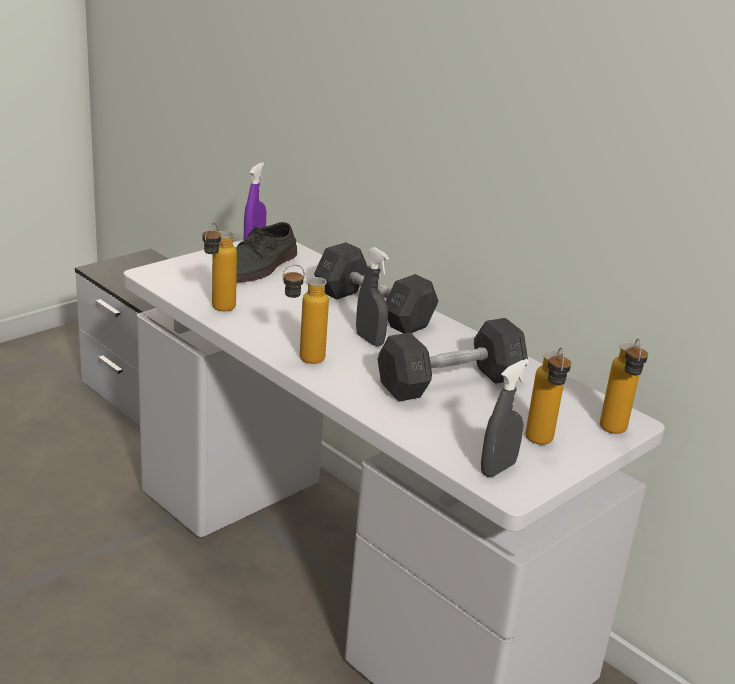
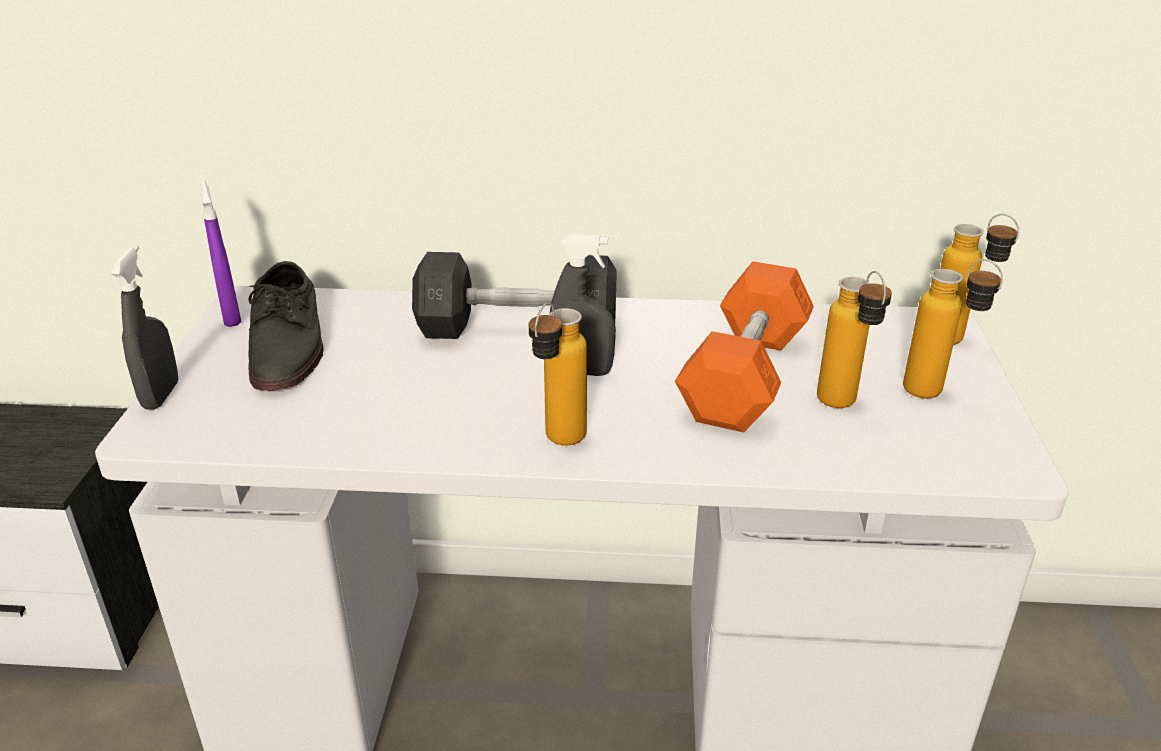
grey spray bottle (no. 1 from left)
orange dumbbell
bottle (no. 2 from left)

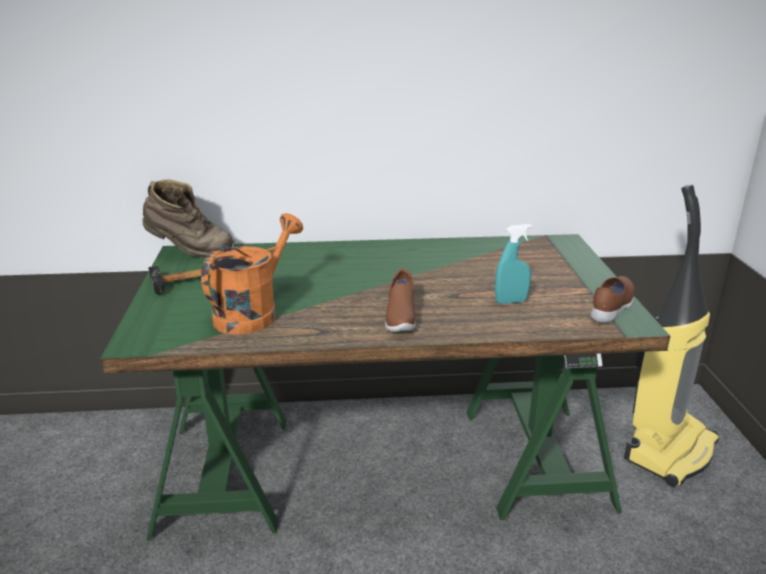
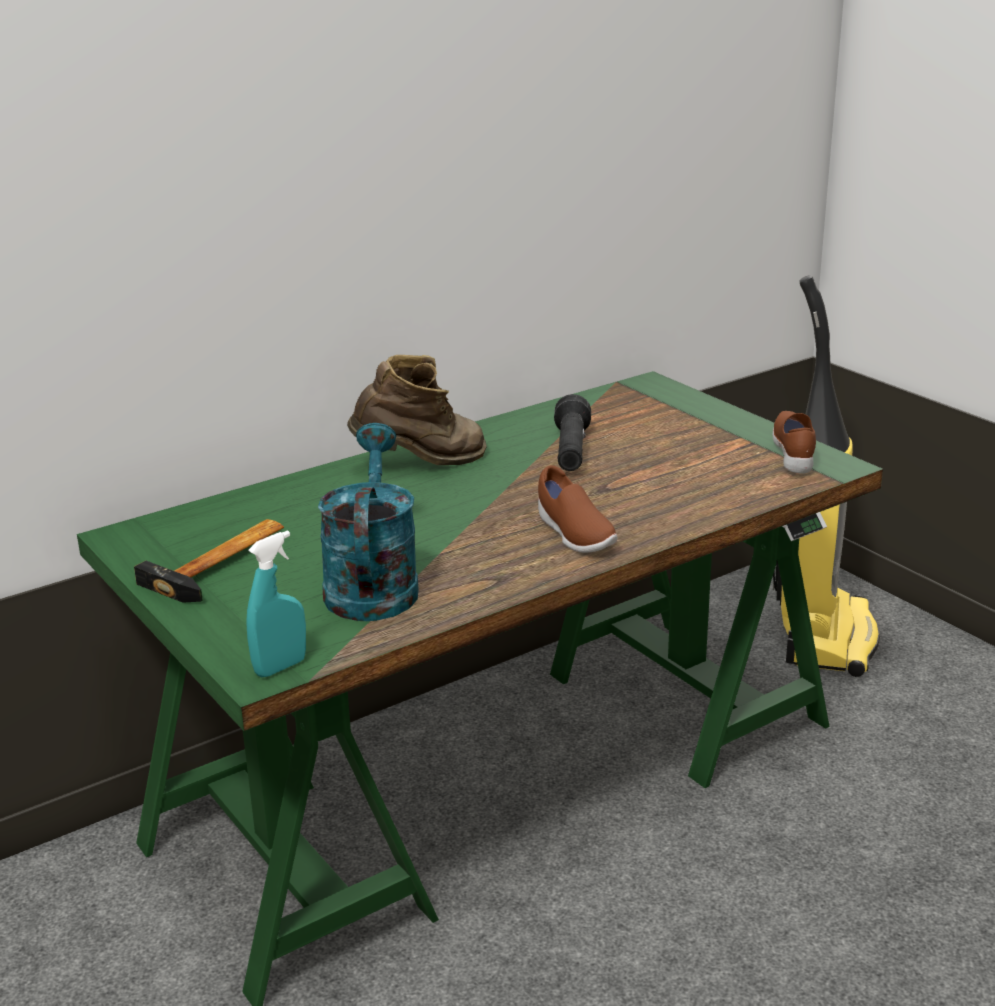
turquoise spray bottle
turquoise watering can
brown boot
black flashlight

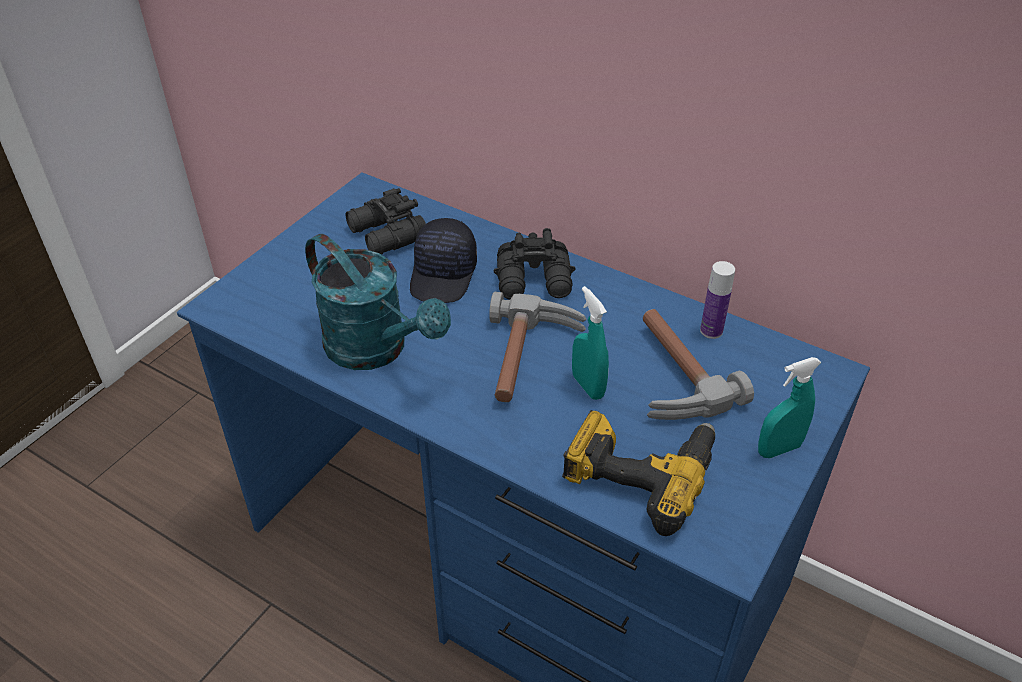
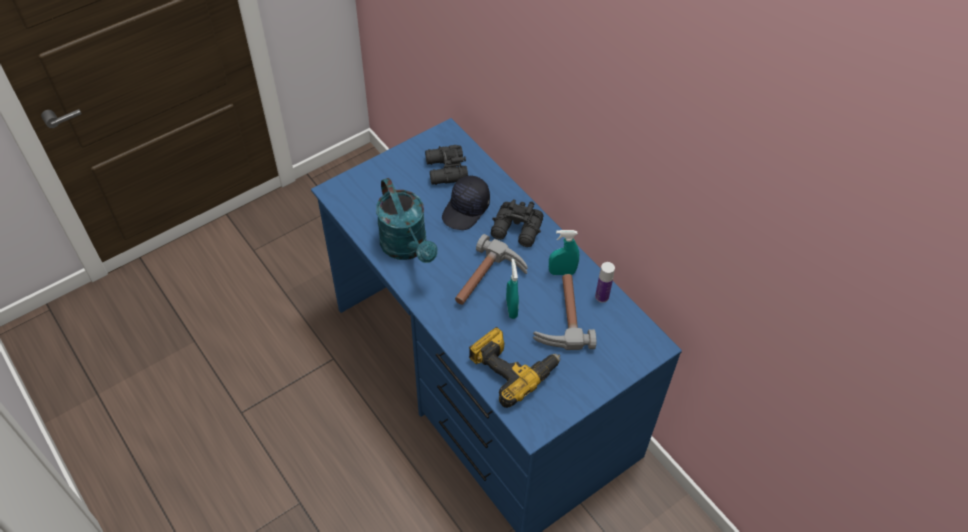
turquoise spray bottle (no. 2 from left)

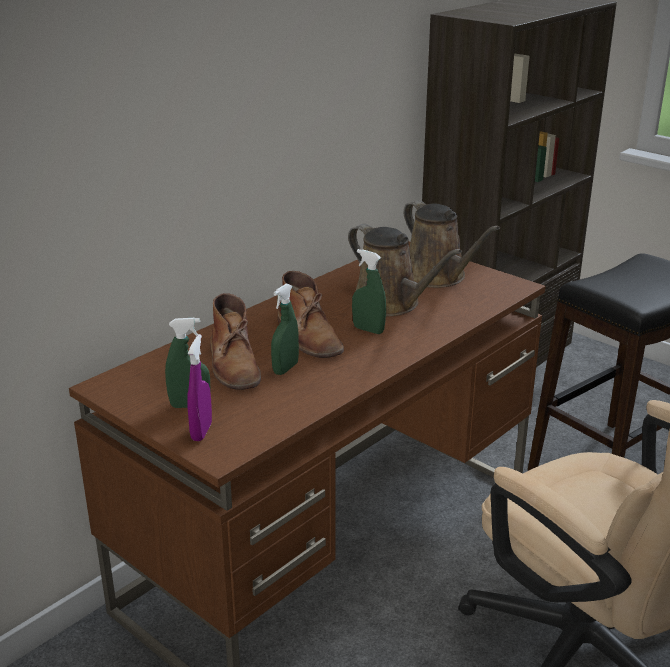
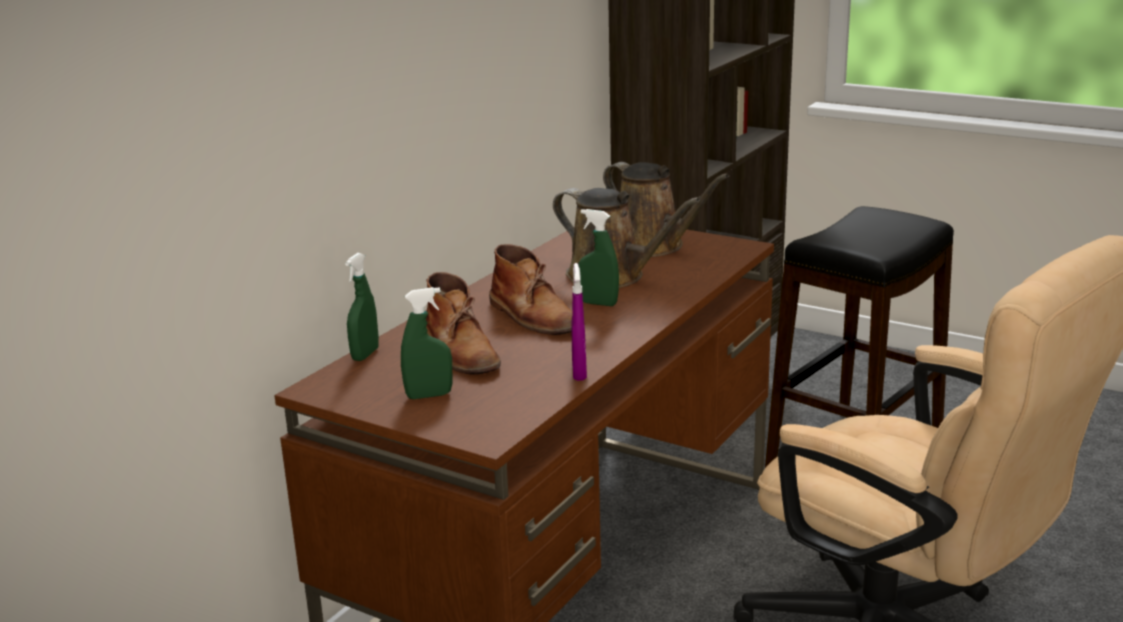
green spray bottle (no. 1 from left)
purple spray bottle

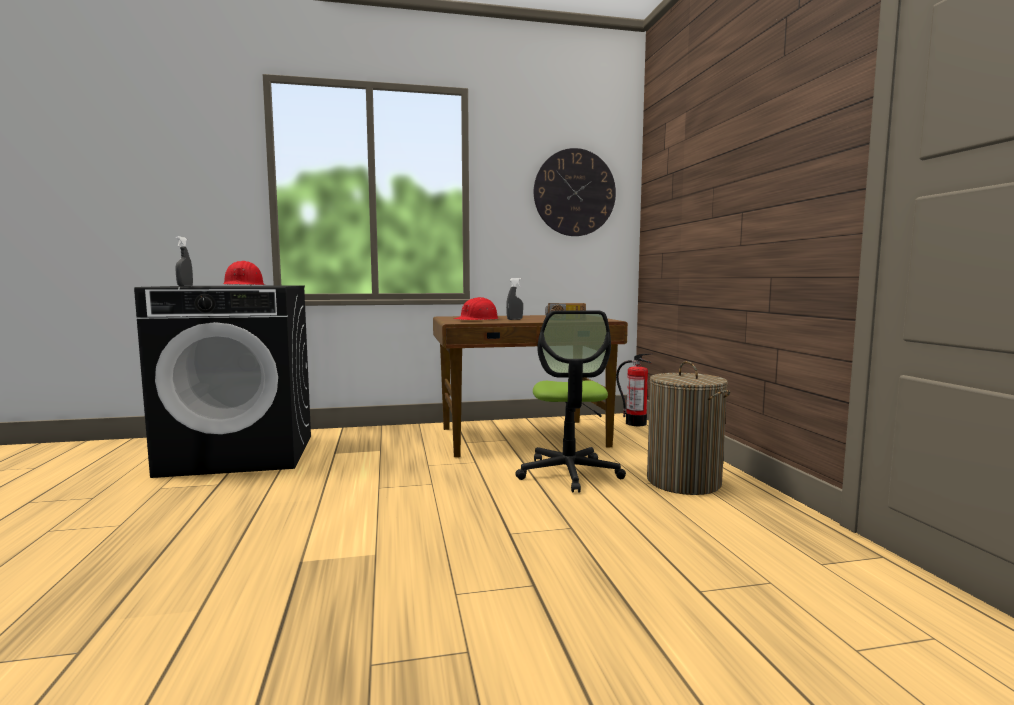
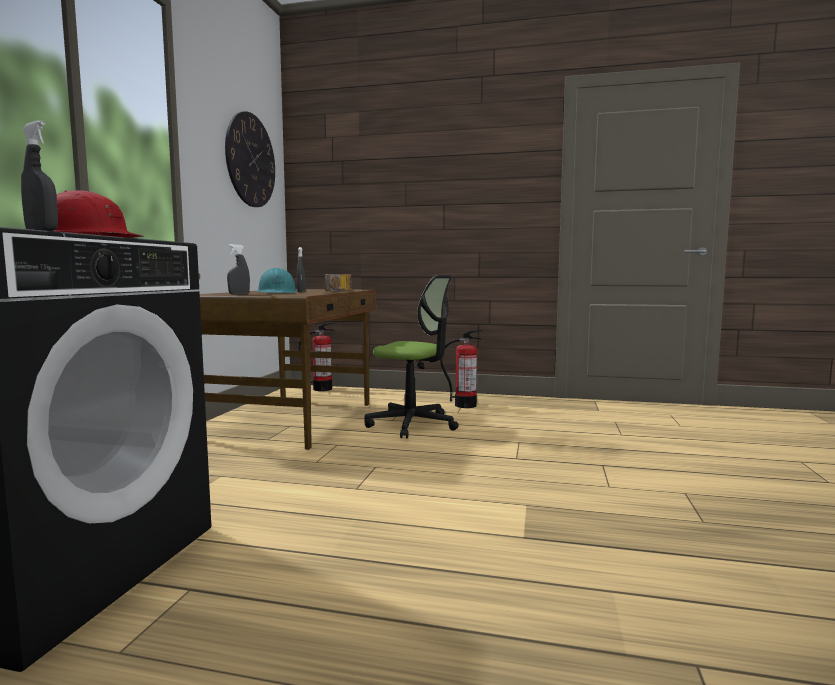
grey spray bottle (no. 2 from left)
turquoise hard hat
fire extinguisher (no. 2 from left)

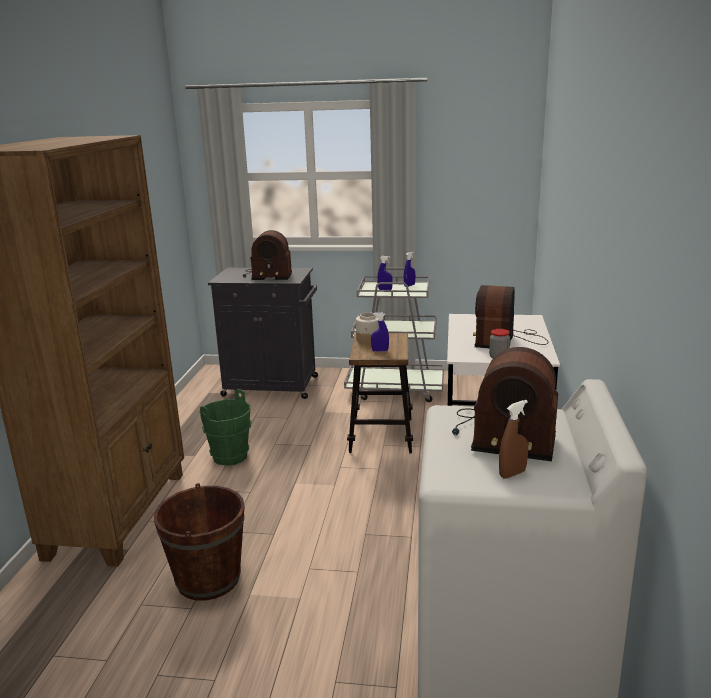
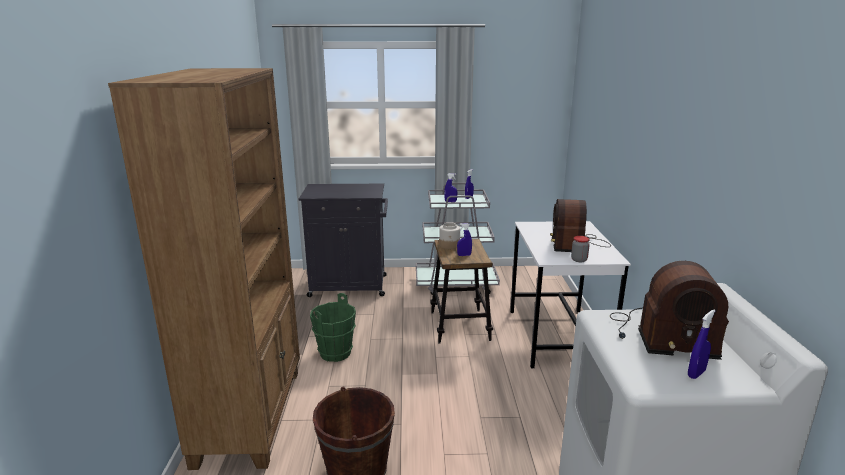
blue spray bottle (no. 4 from left)
radio (no. 1 from left in the first image)

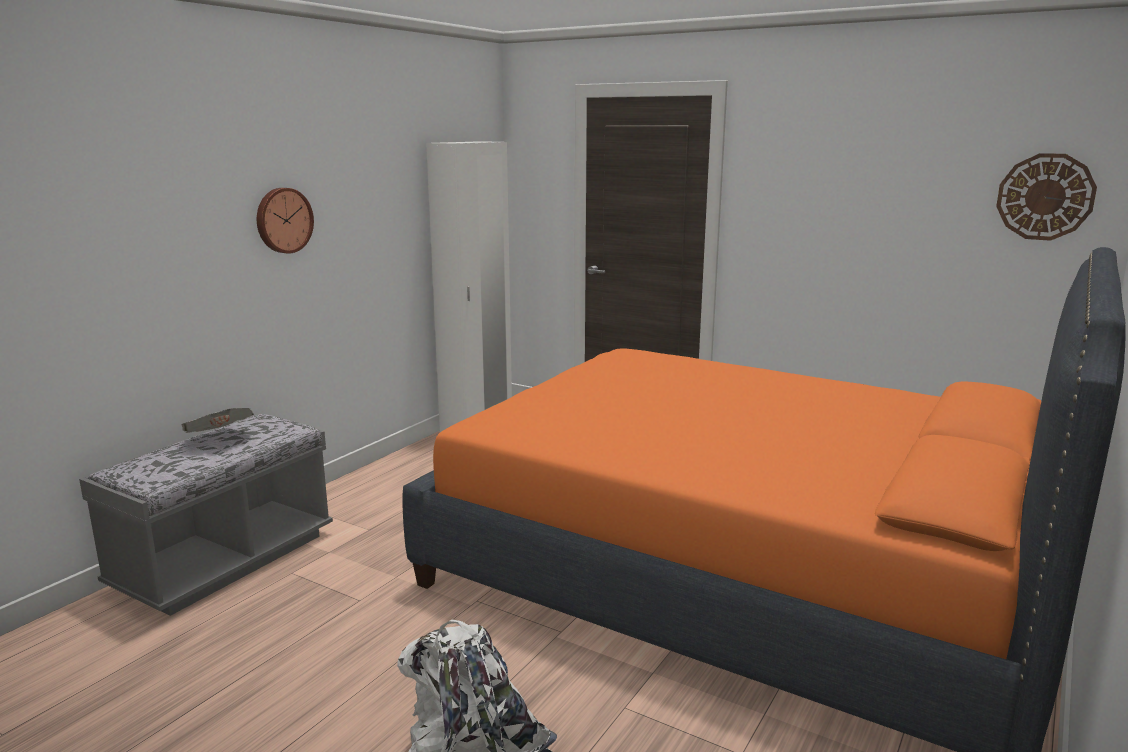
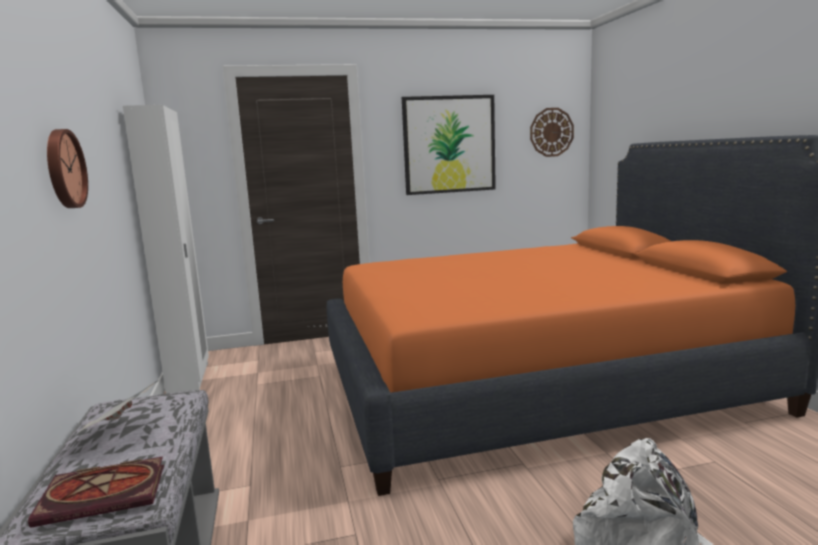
book
picture

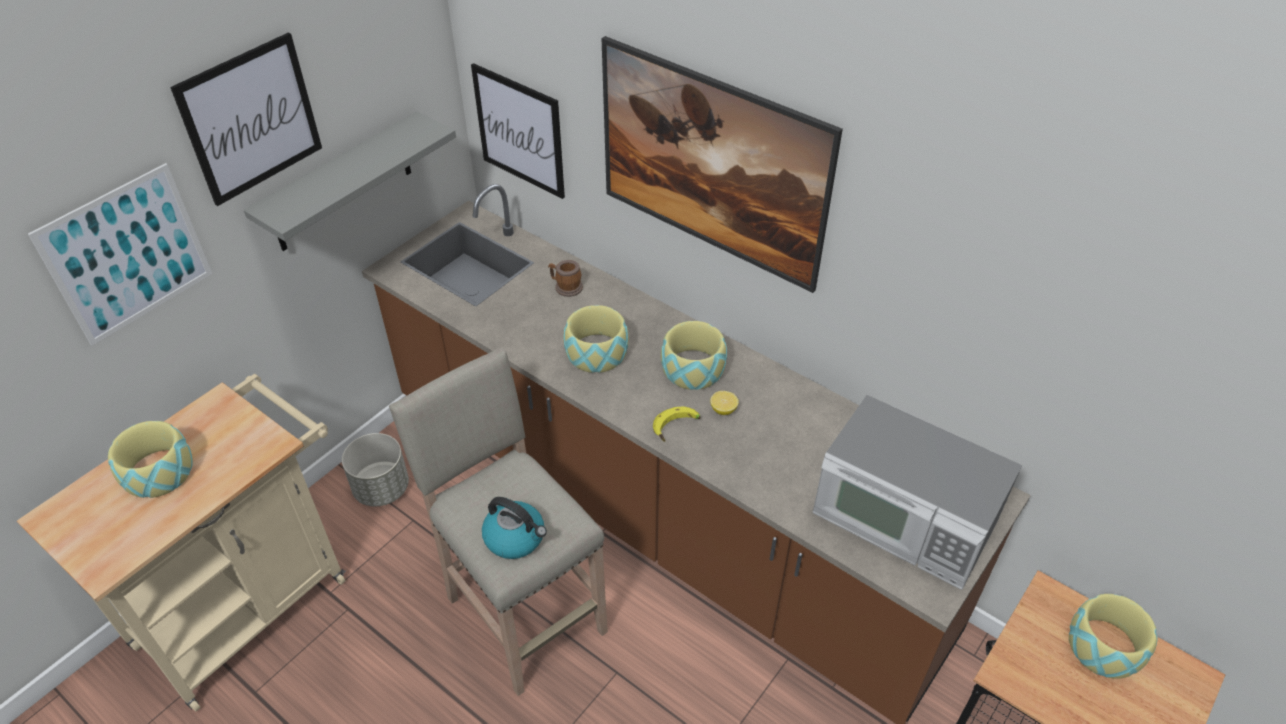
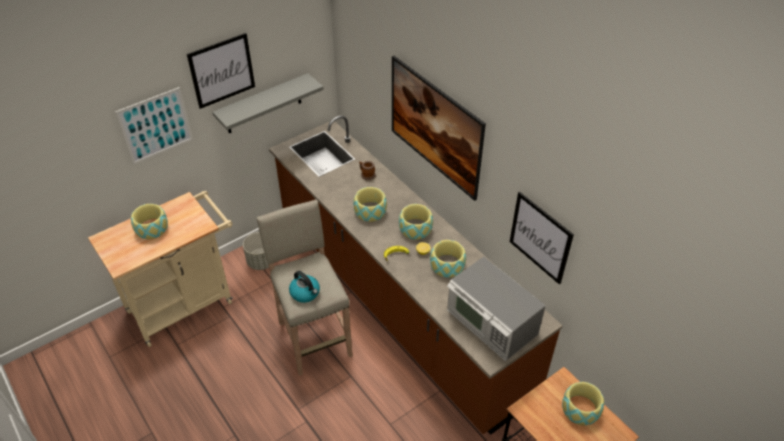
bowl (no. 4 from left)
picture (no. 4 from left)

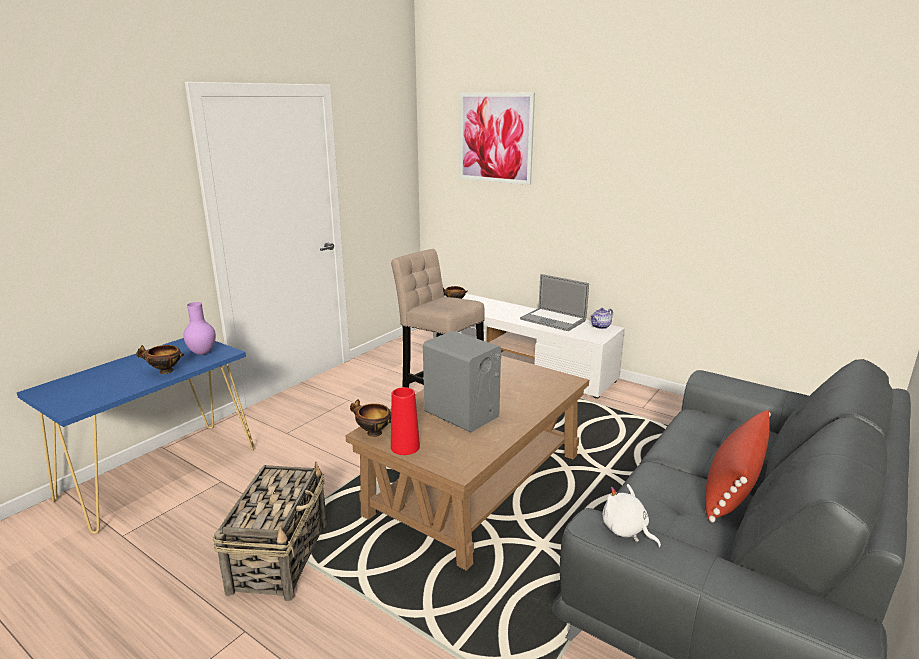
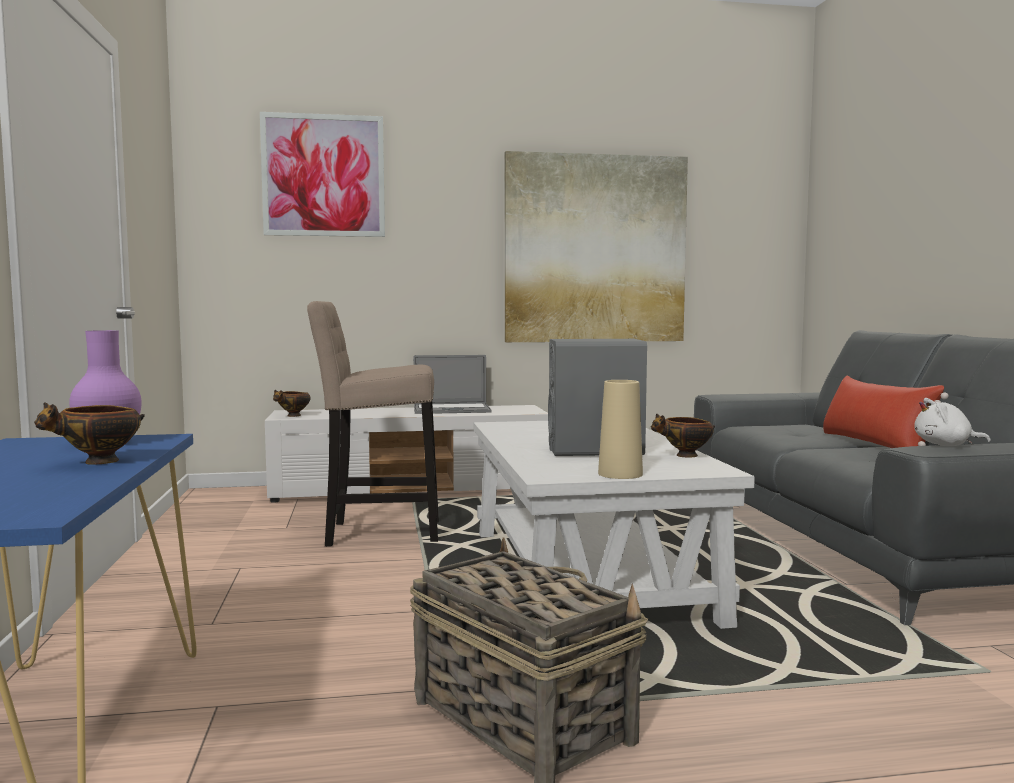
white coffee table
picture (no. 2 from left)
beige vase
bowl (no. 3 from left)
teapot

